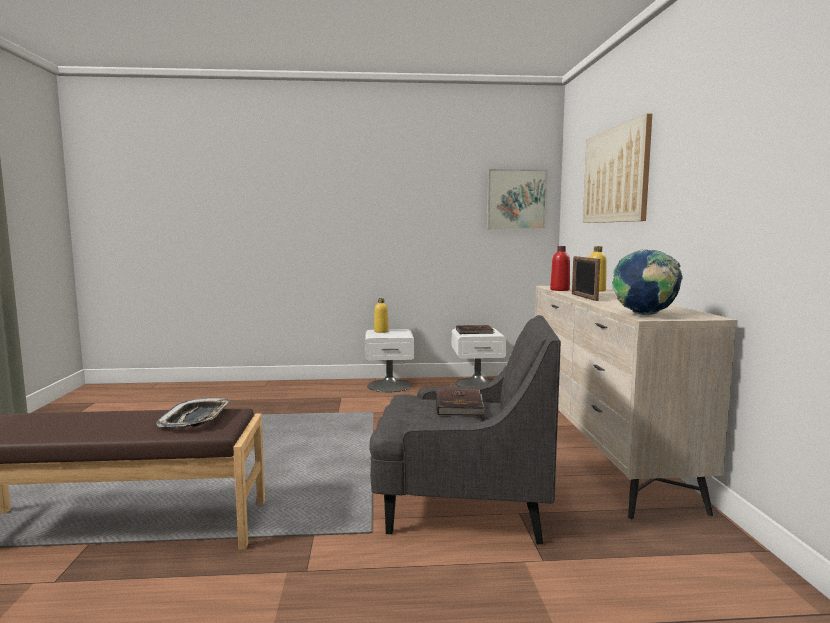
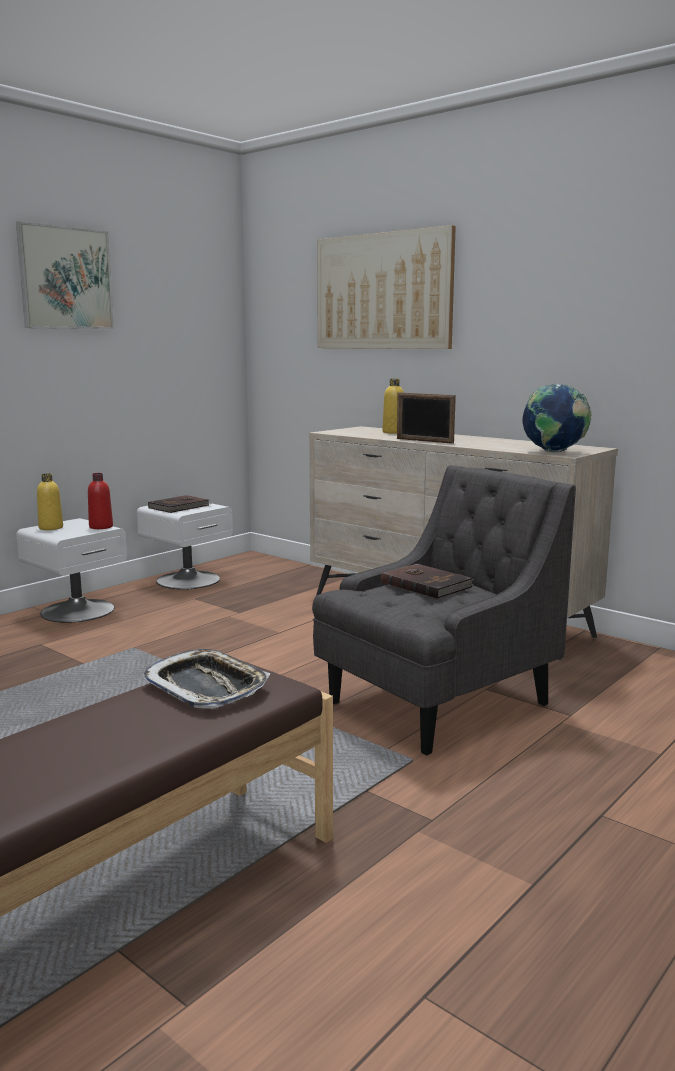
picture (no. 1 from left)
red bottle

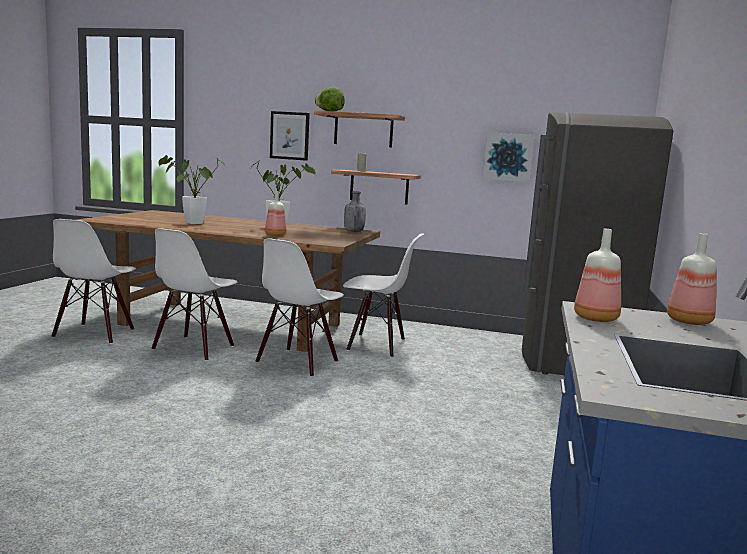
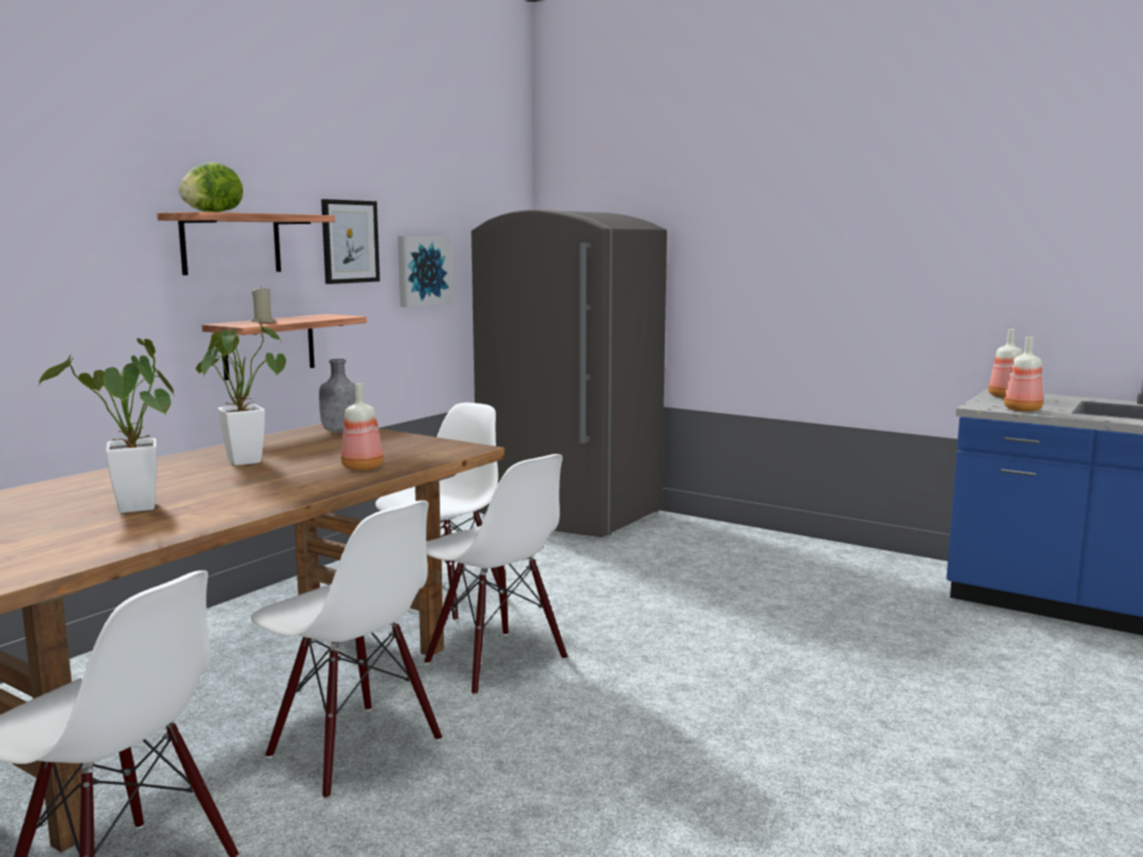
picture (no. 1 from left)

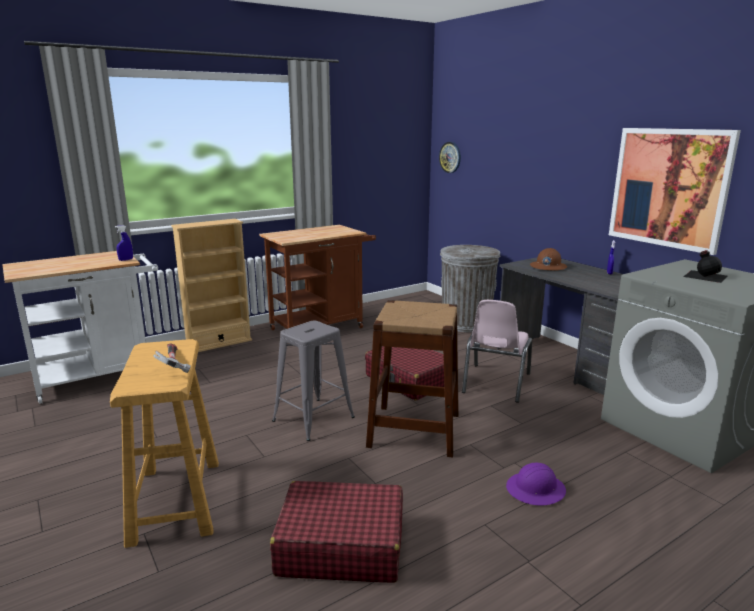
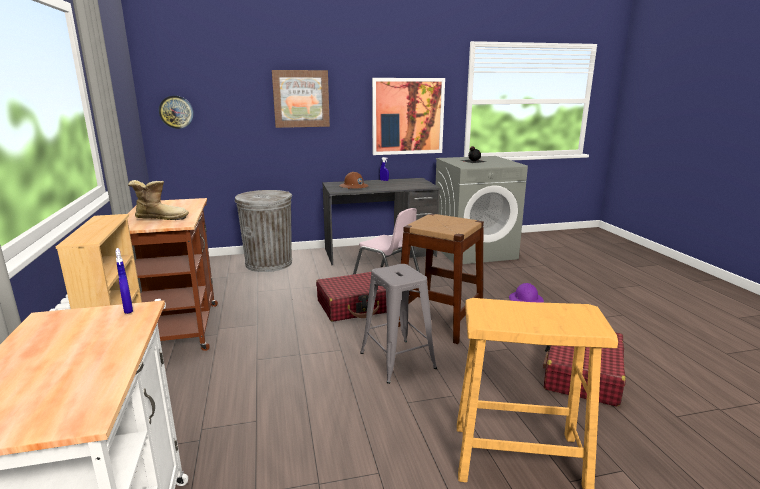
boot
picture (no. 1 from left)
hammer

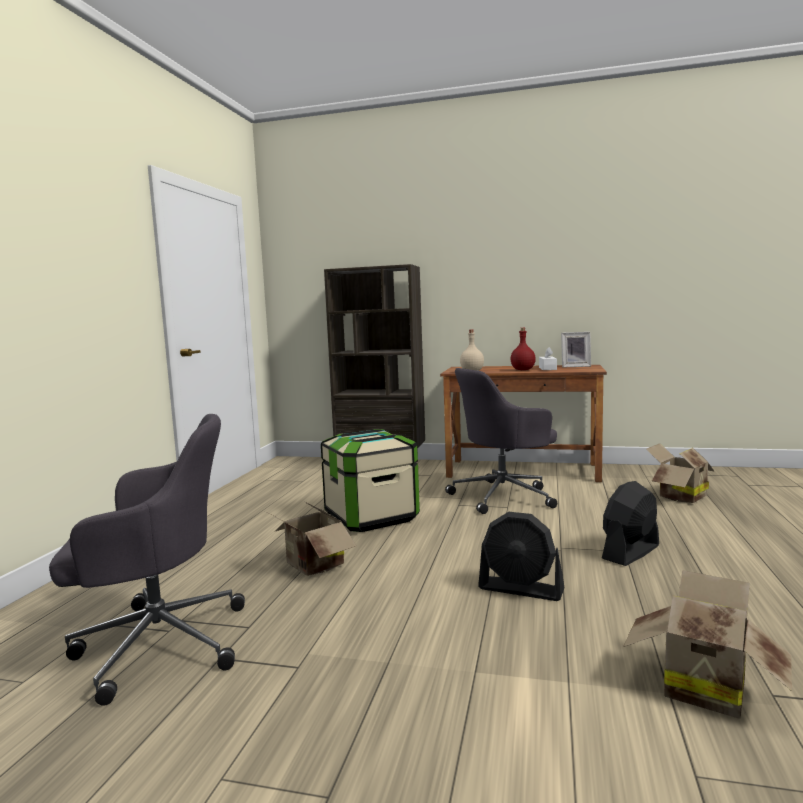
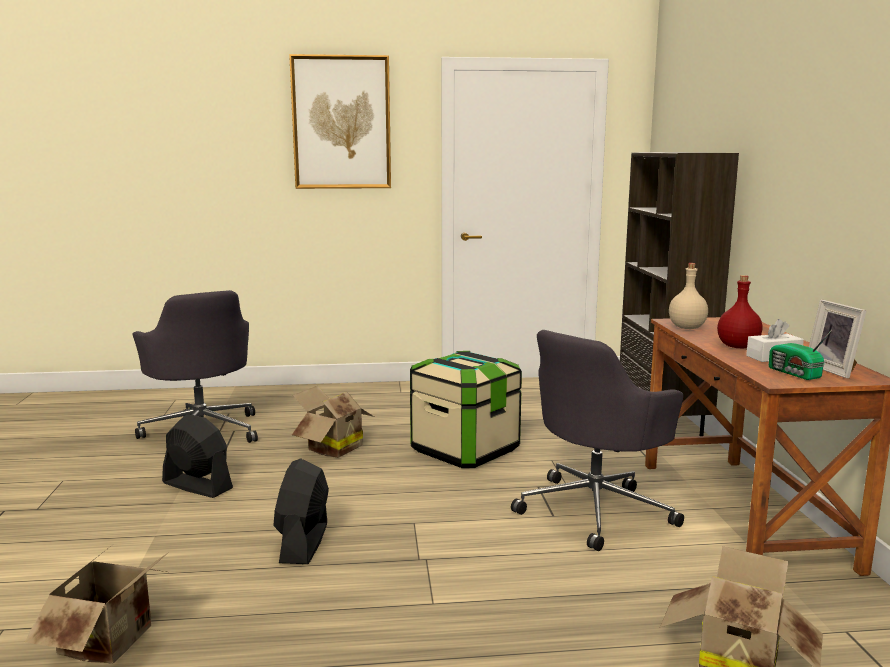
black fan (no. 1 from left)
picture
grey office chair (no. 2 from left)
radio

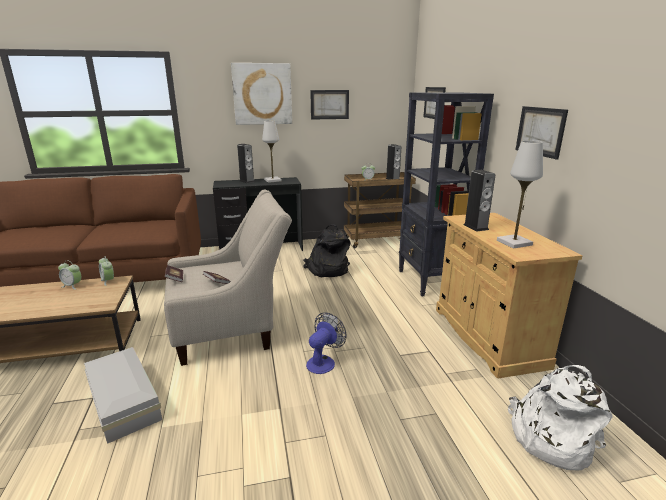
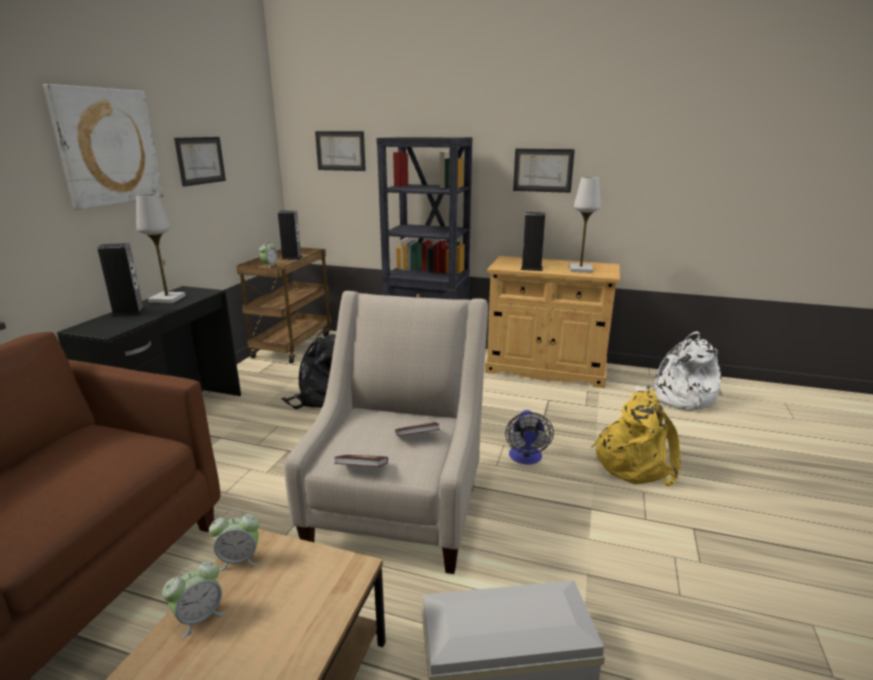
fan
yellow backpack

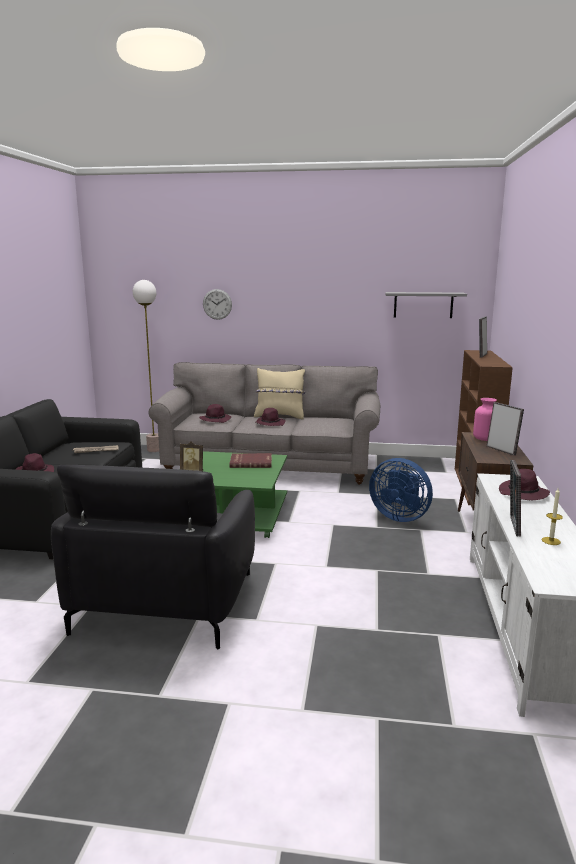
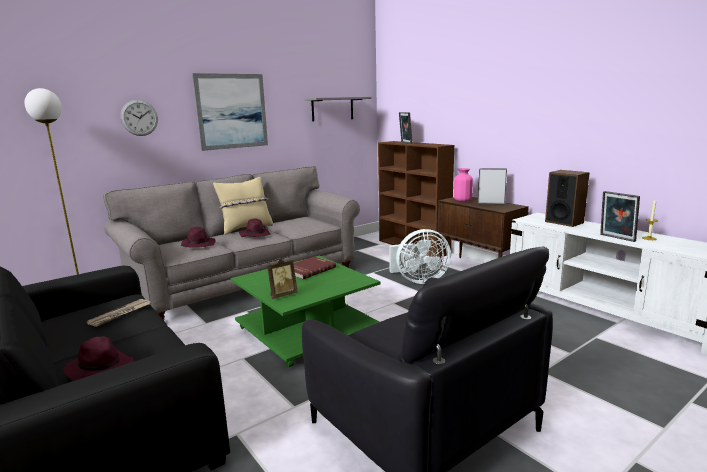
picture
white fan
speaker

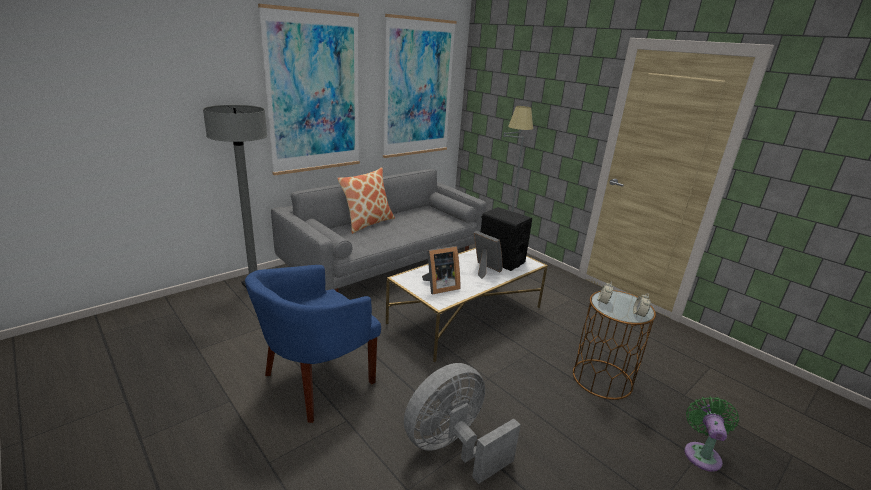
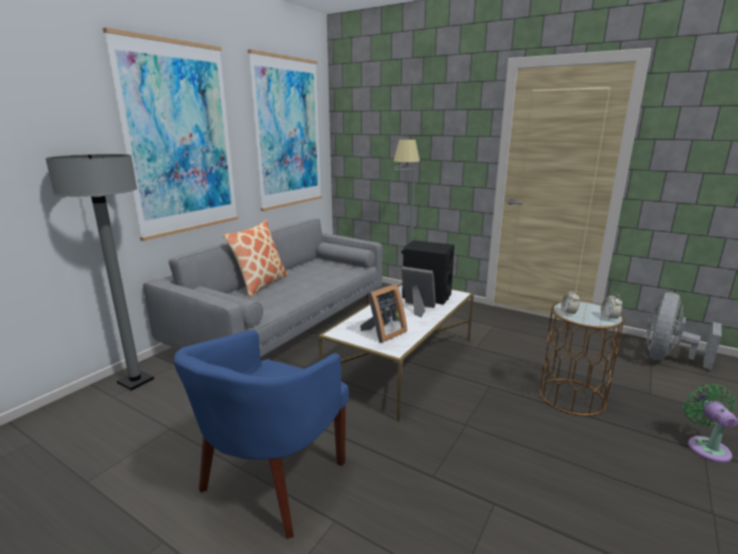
grey fan

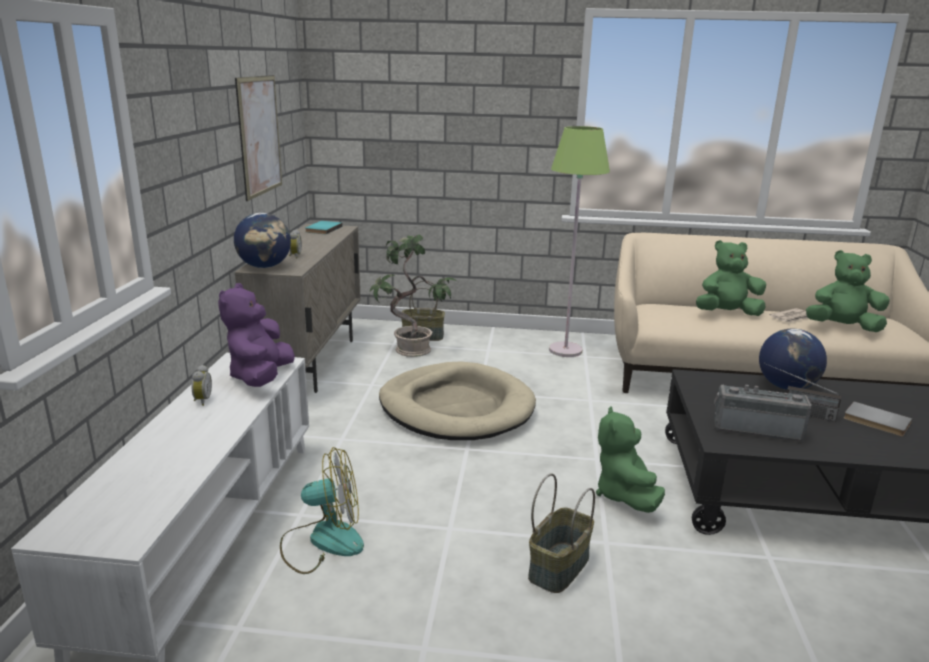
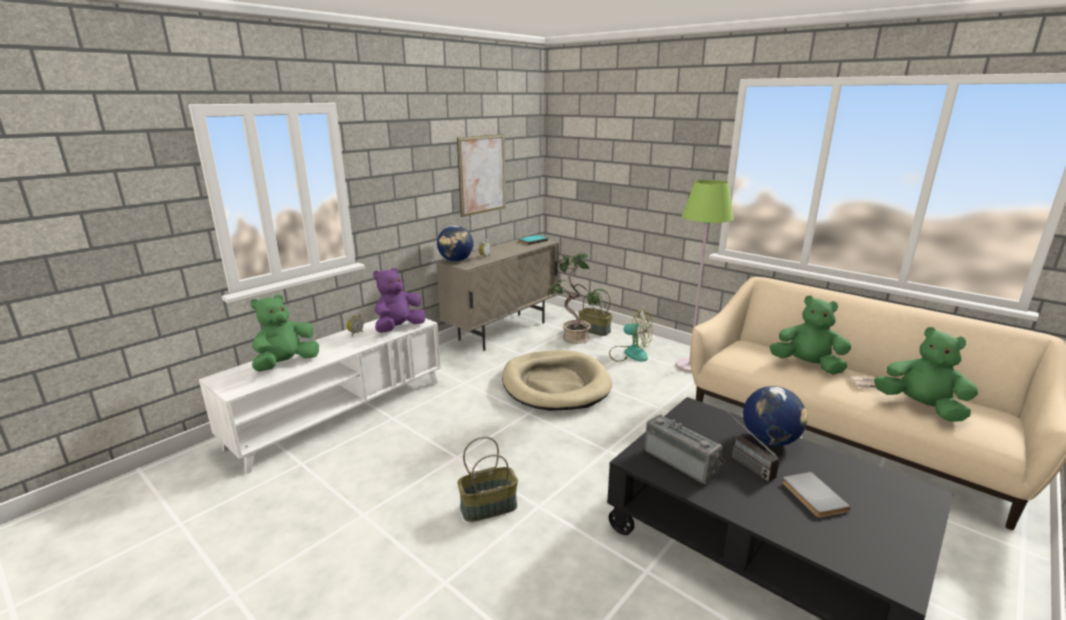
green plush toy (no. 1 from left)
fan

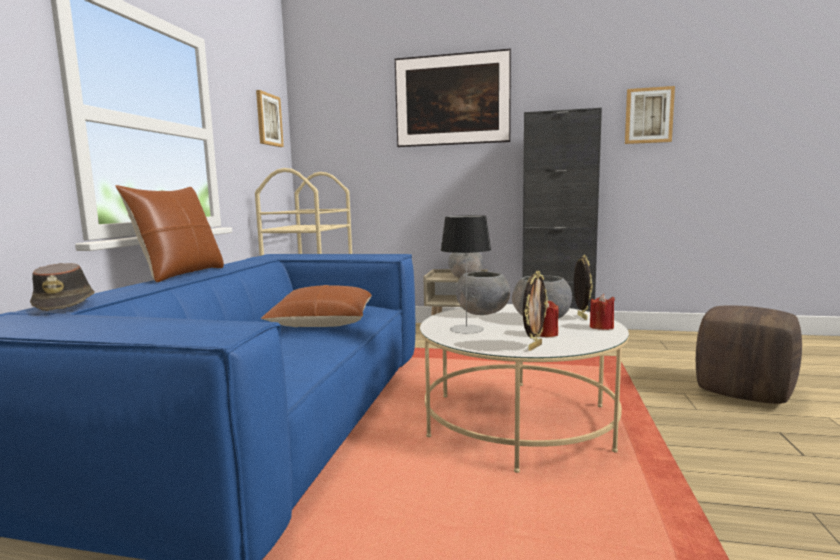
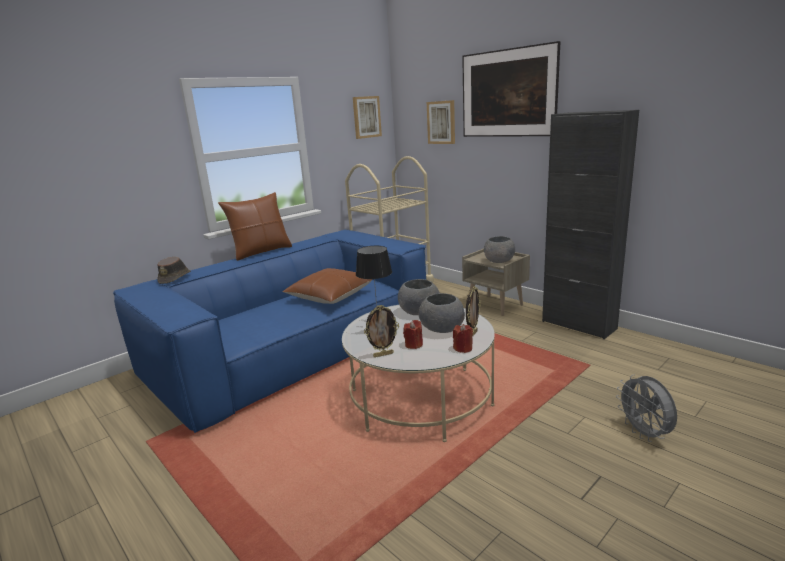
picture (no. 2 from left)
grey fan

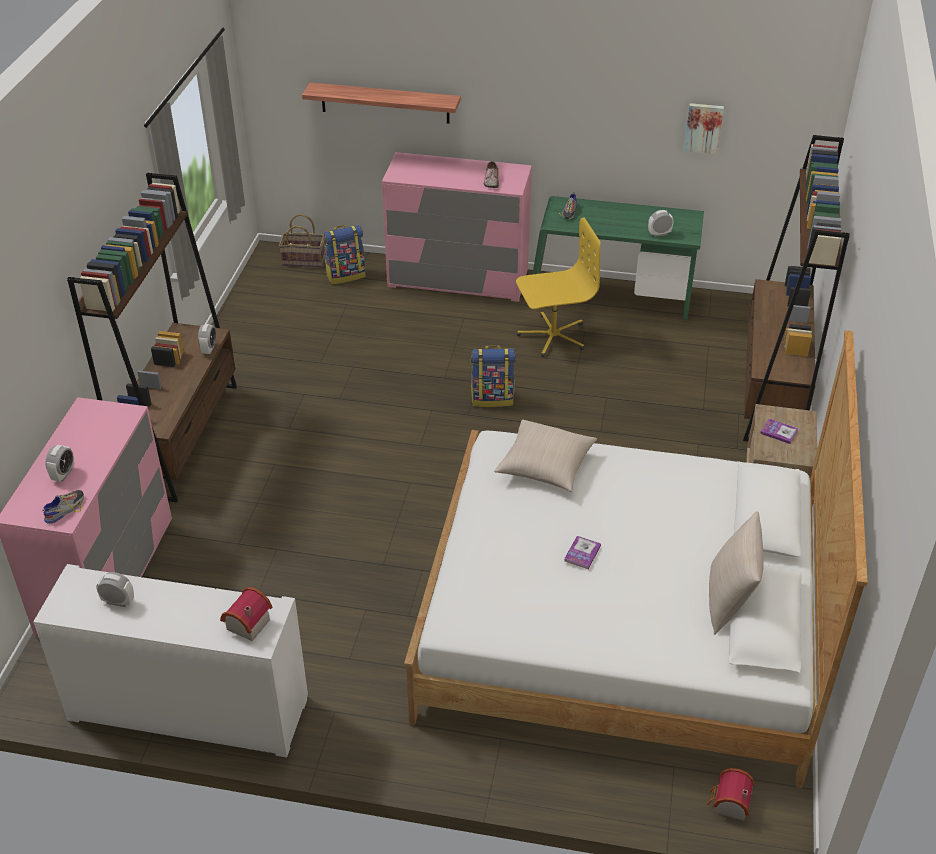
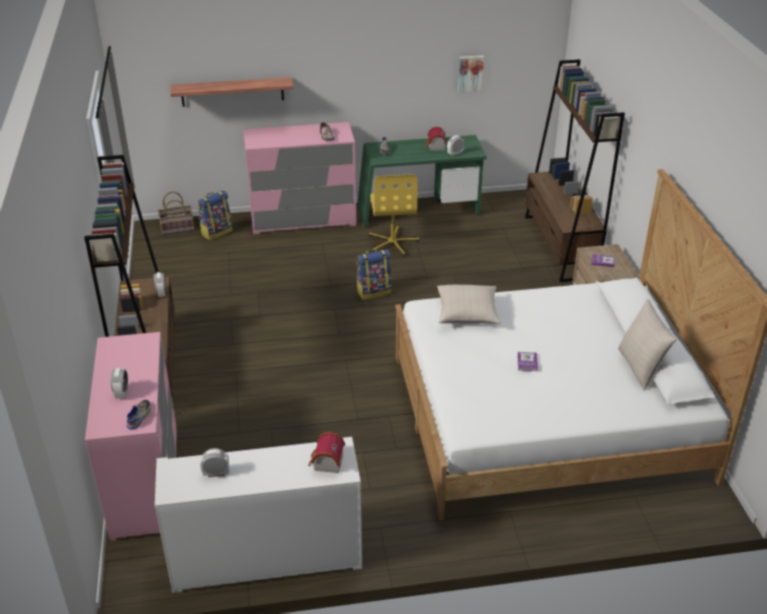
yellow office chair
toy house (no. 2 from left)

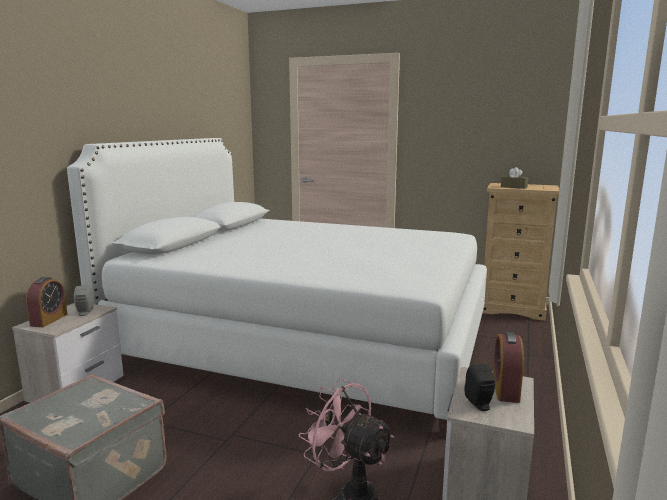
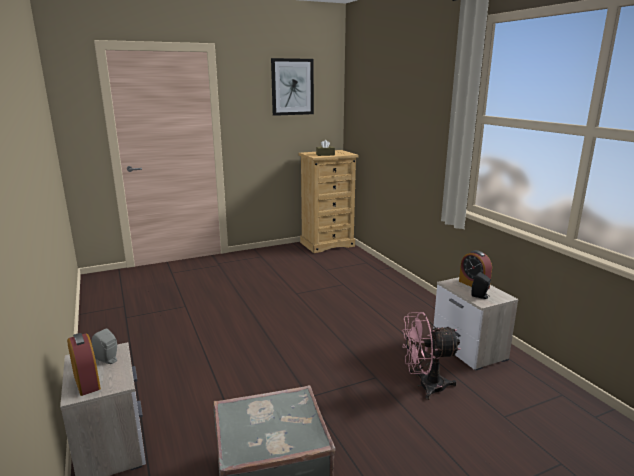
picture
white bed

